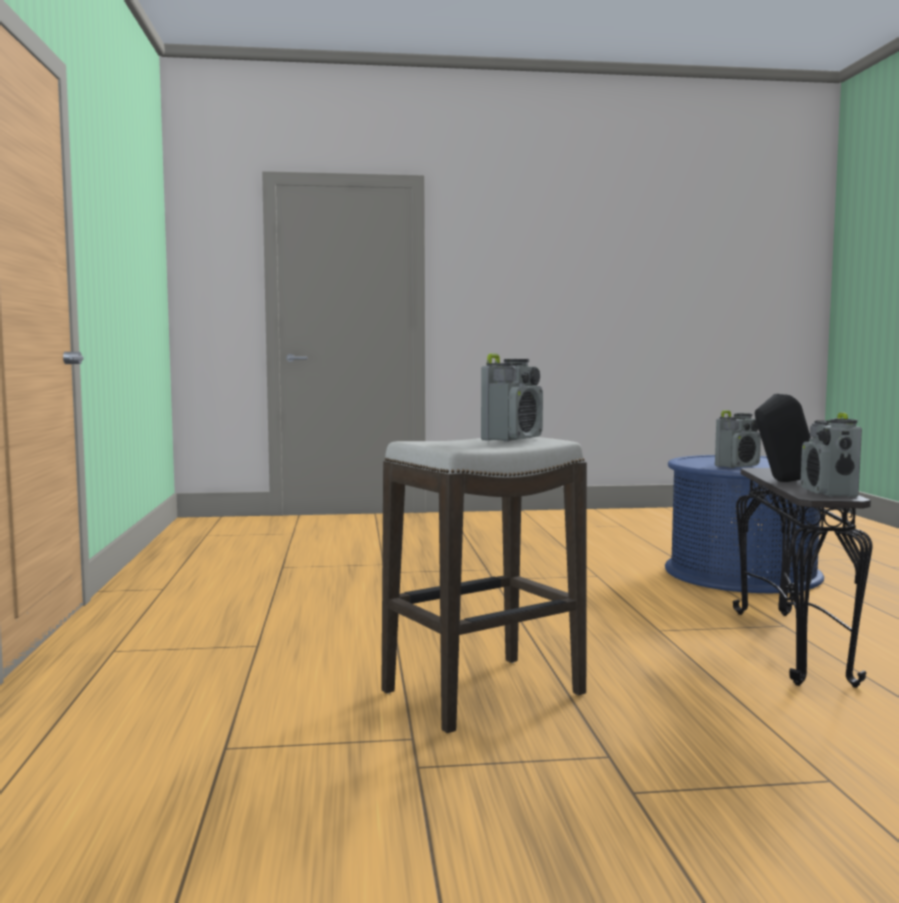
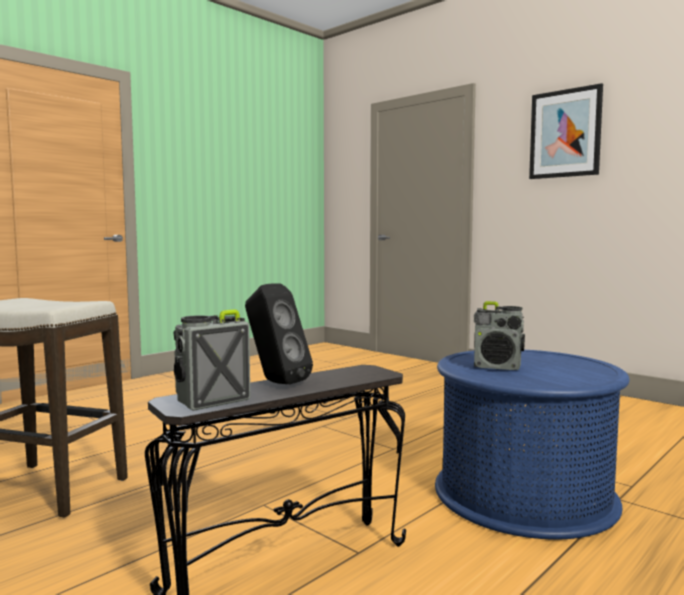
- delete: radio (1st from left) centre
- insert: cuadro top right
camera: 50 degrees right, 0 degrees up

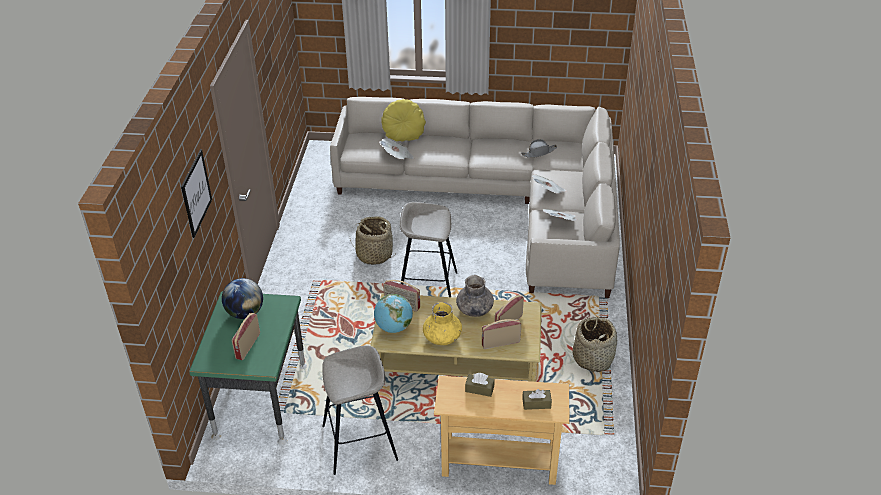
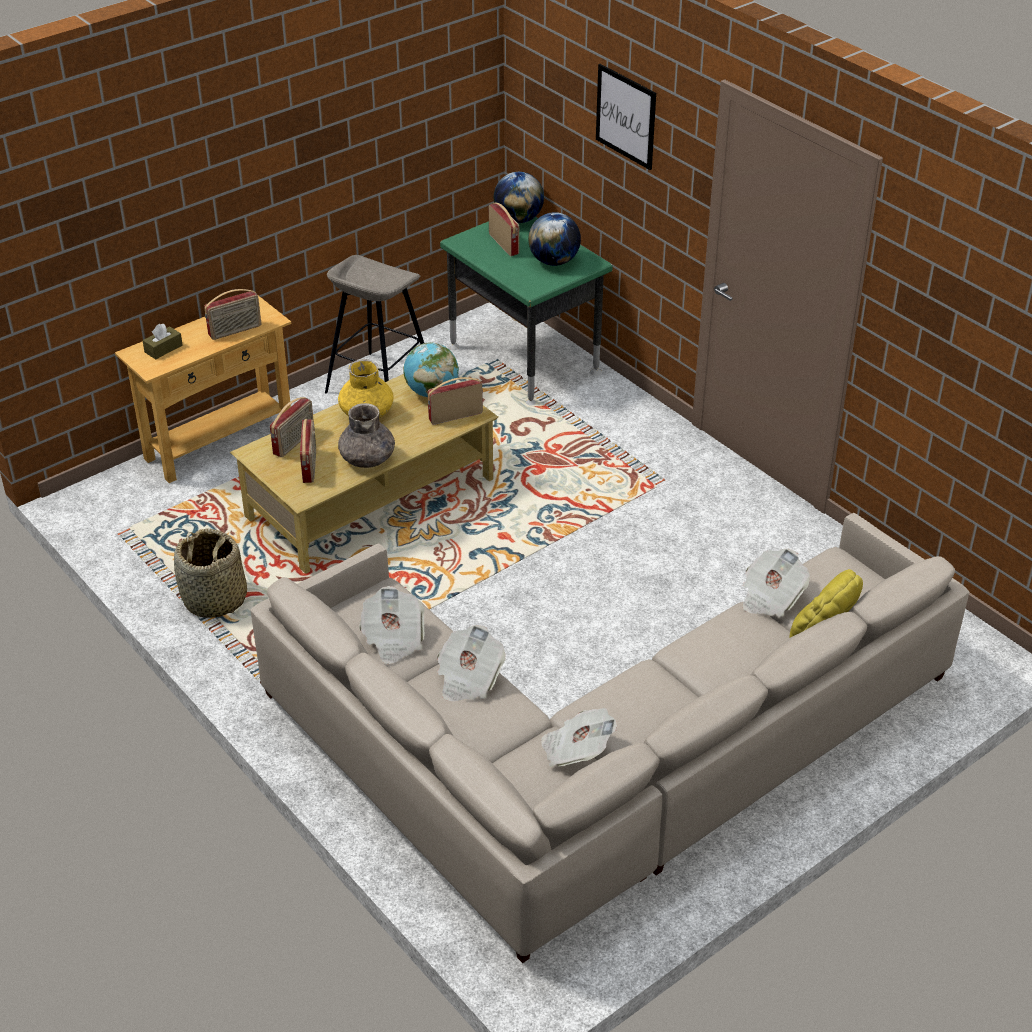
- delete: cesta (1st from left) centre
- delete: taburete (gris) (2nd from left) centre
- insert: globo terráqueo (2nd from left) top centre
- replace: caja de pañuelos (marrón) (1st from left) bottom centre to radio (1st from left) top left
- replace: sombrero (gris) top centre to periódico (3rd from left) bottom centre
camera: 135 degrees right, 0 degrees up

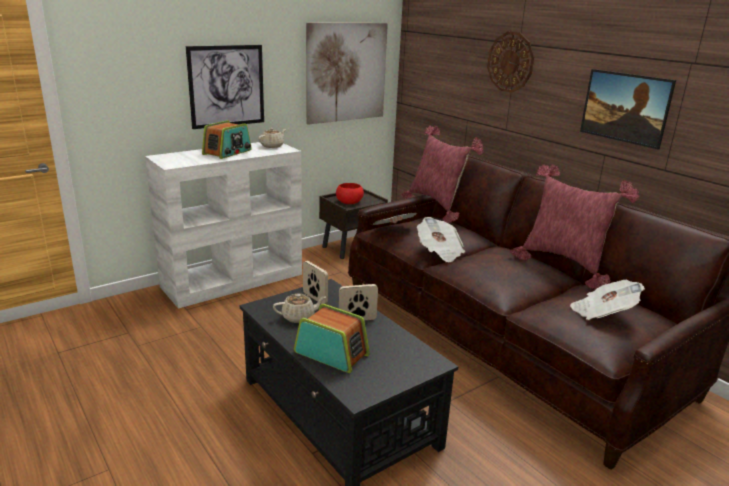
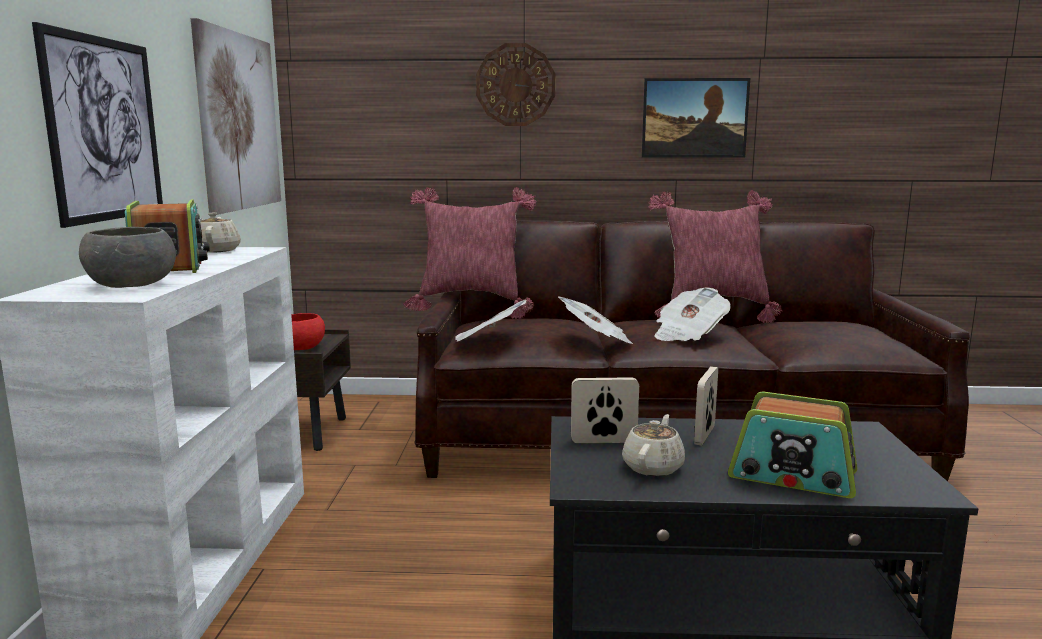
- insert: cuenco (gris) middle left
- move: periódico (3rd from left) middle right to centre
- rotate: radio (2nd from left) bottom centre = bottom right 135 degrees counterclockwise
camera: 50 degrees left, 10 degrees down

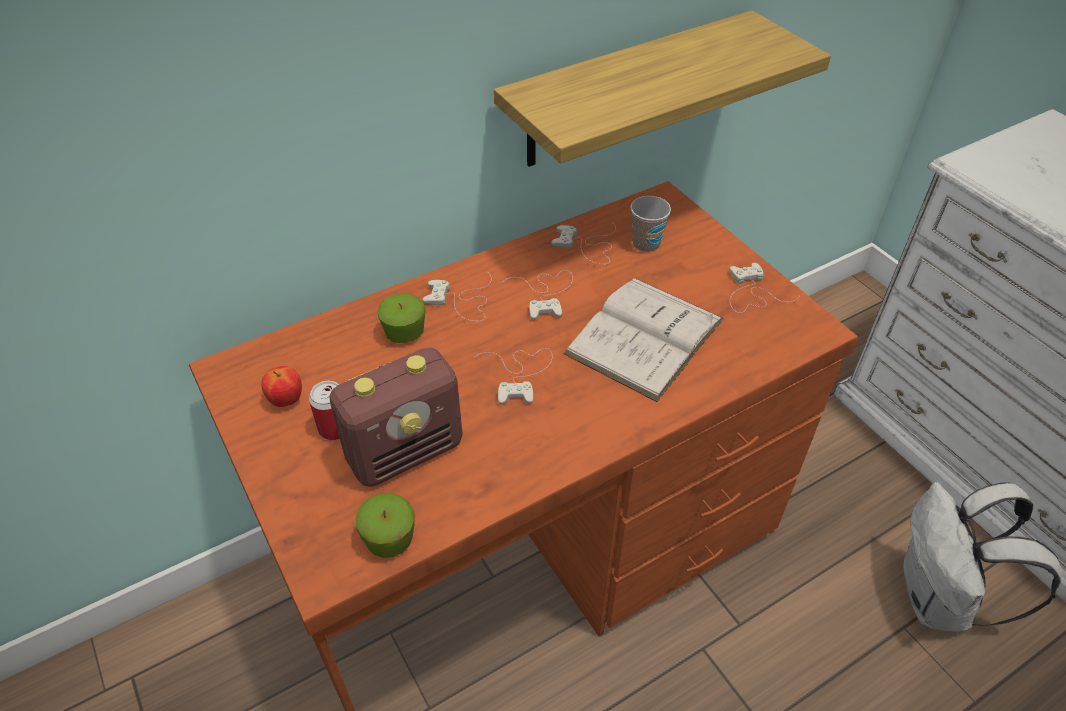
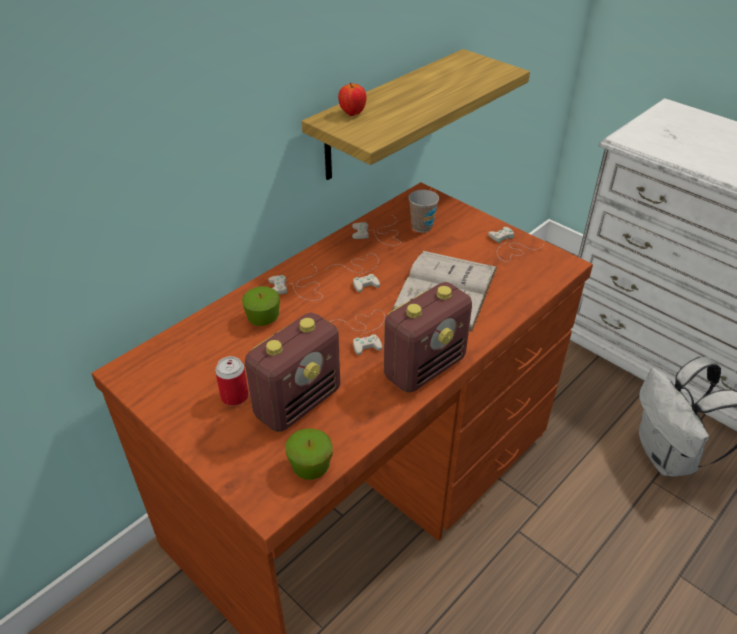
- insert: radio (2nd from left) centre
- move: manzana (1st from left in the first image) middle left to manzana (3rd from left) top centre
camera: 15 degrees left, 5 degrees down

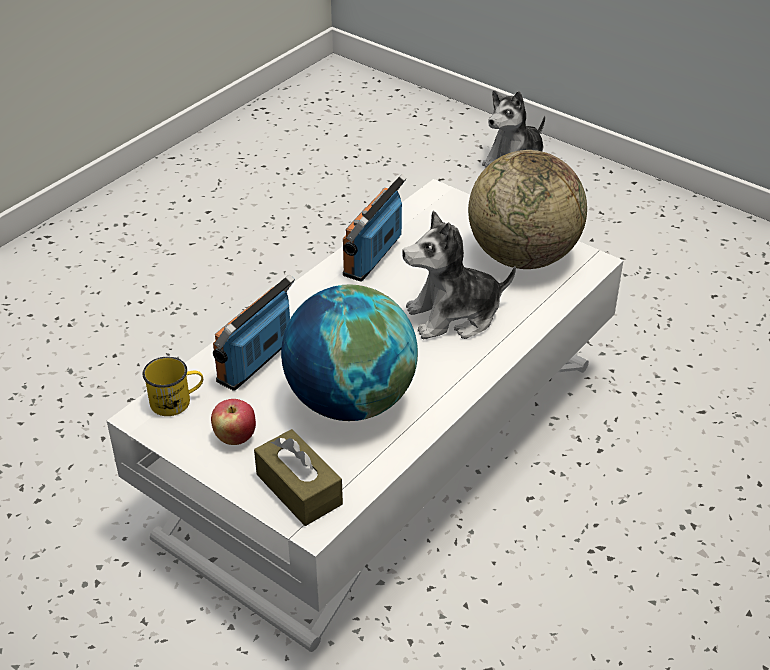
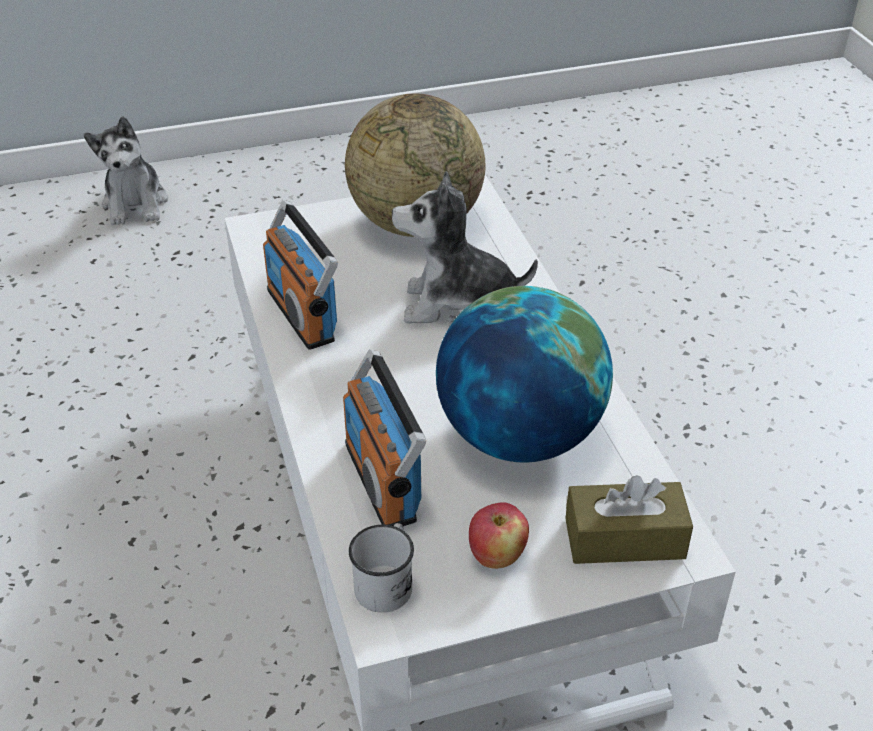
- recolor: taza grande (amarillo) middle left to taza grande (blanco) bottom centre
- rotate: peluche (1st from left in the first image) centre = centre 75 degrees clockwise
camera: 55 degrees left, 0 degrees up

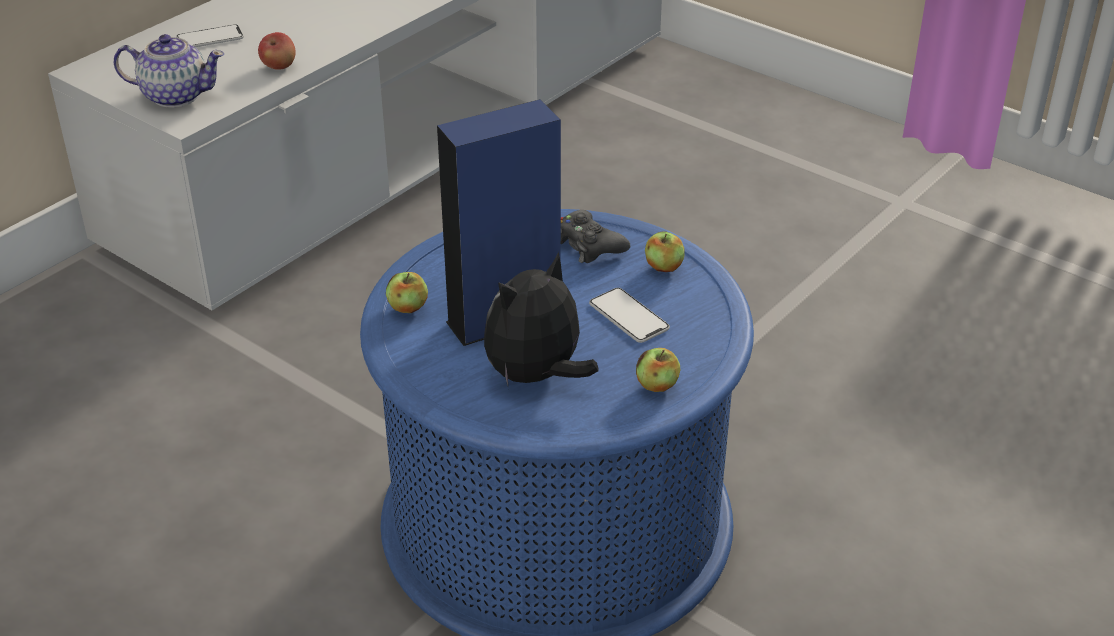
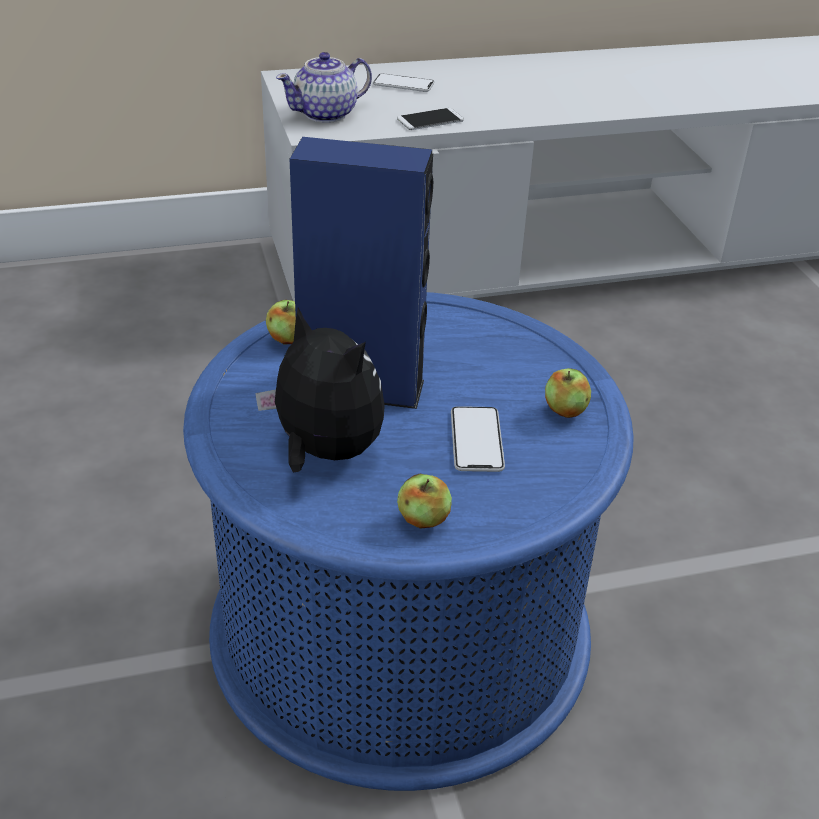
- delete: mando de consola (negro) centre
- replace: manzana (1st from left) top left to móvil (2nd from left) top centre
- rotate: tetera top left = top centre 105 degrees clockwise
- rotate: peluche centre = centre 45 degrees clockwise
camera: 35 degrees right, 0 degrees up

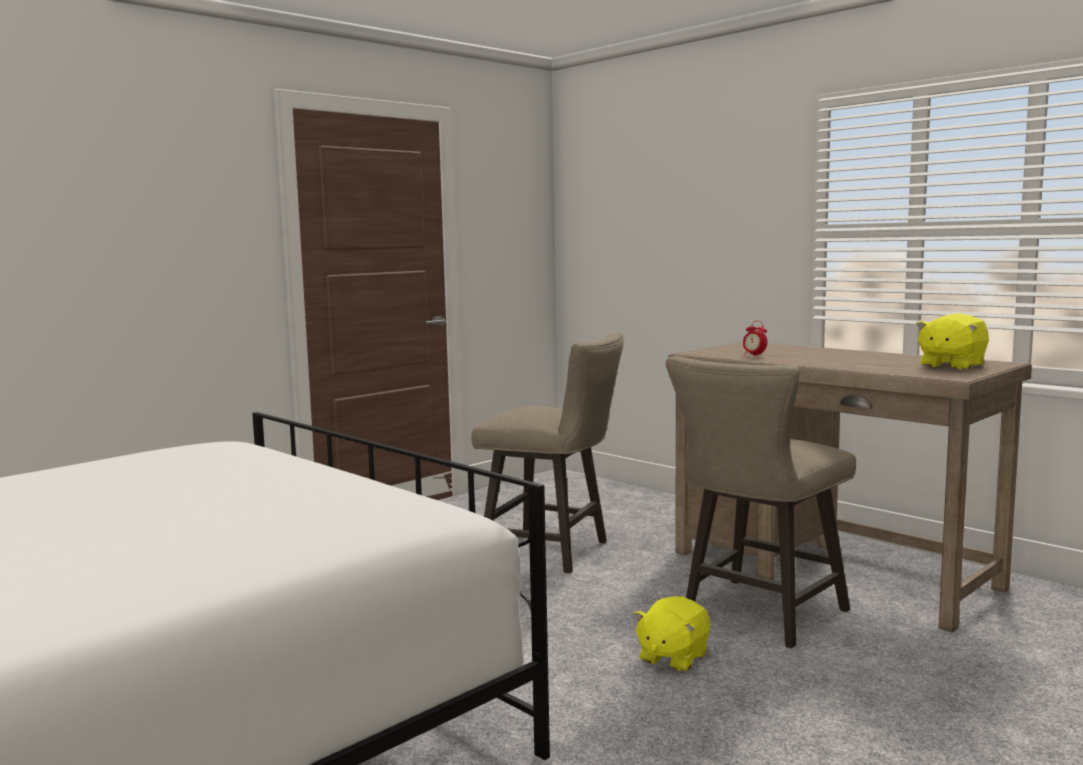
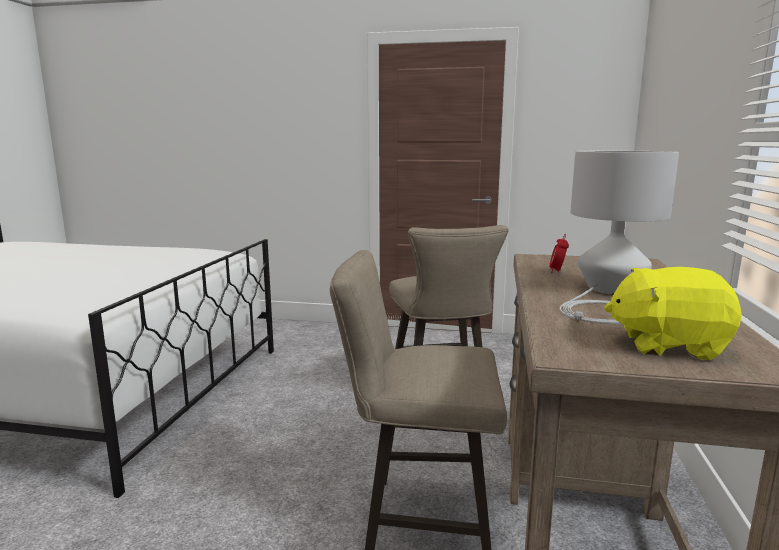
- delete: peluche (amarillo) (1st from left) bottom centre
- insert: lámpara de mesa (blanco) middle right
camera: 55 degrees right, 5 degrees up

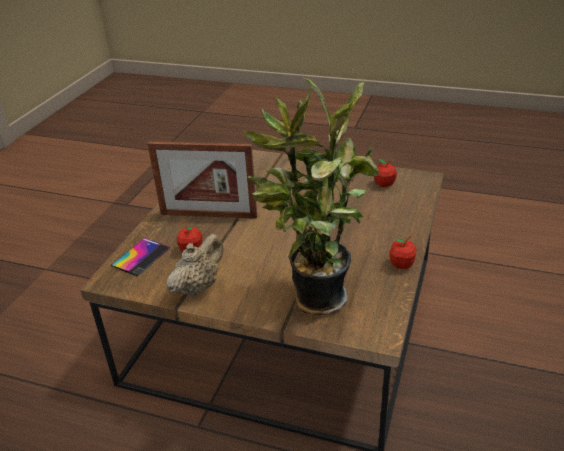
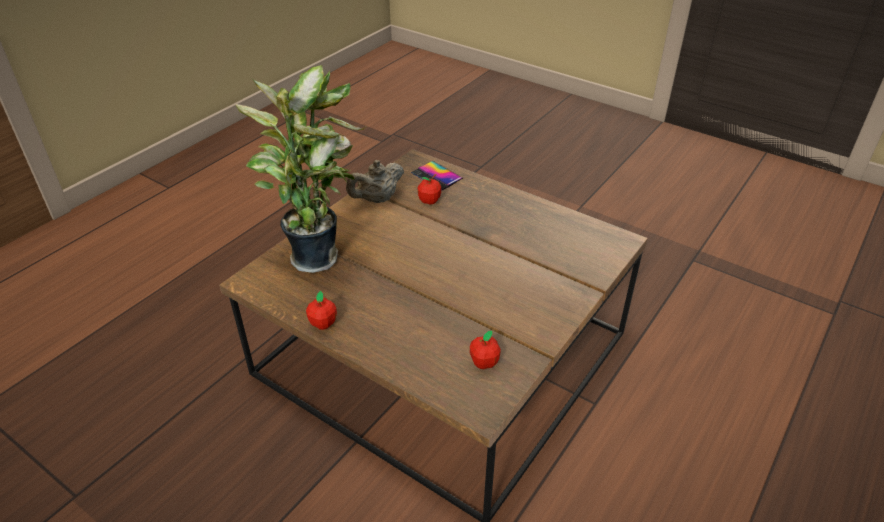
- delete: portarretratos centre
- rotate: tetera (beis) centre = centre 90 degrees clockwise
camera: 105 degrees right, 5 degrees up

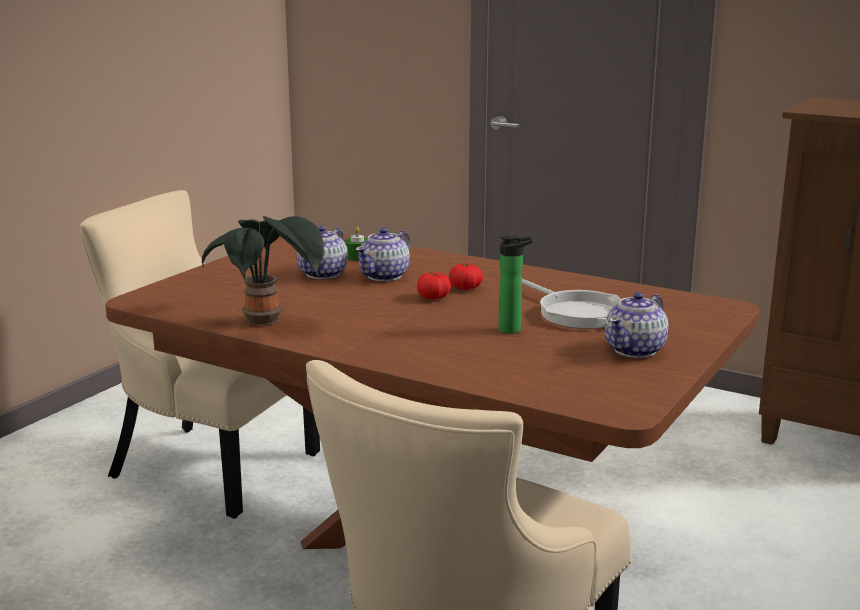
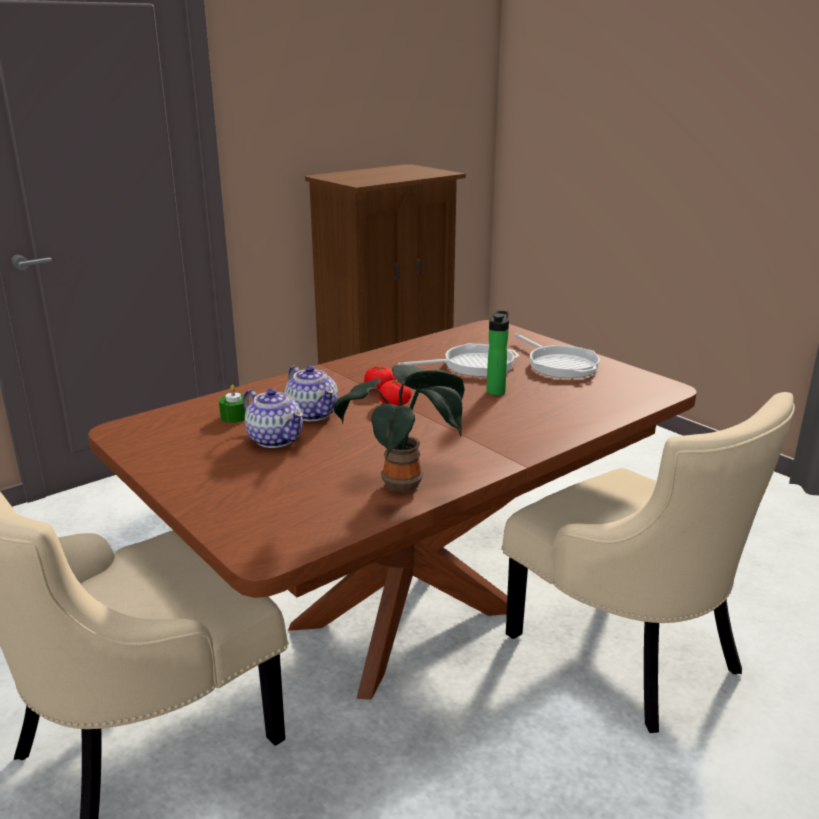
- replace: tetera (3rd from left) middle right to sartén (2nd from left) middle right
camera: 70 degrees left, 5 degrees up

